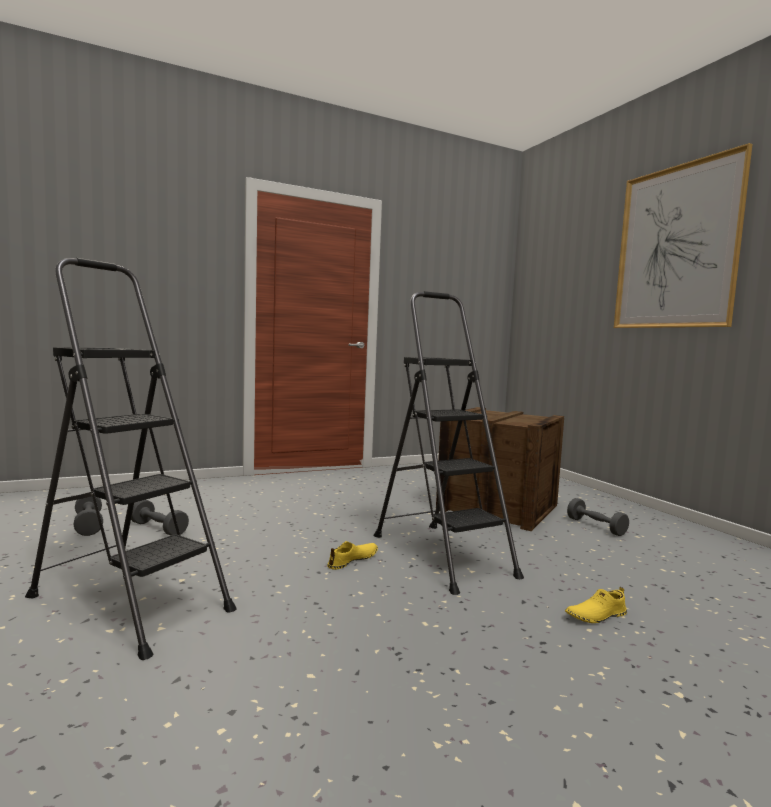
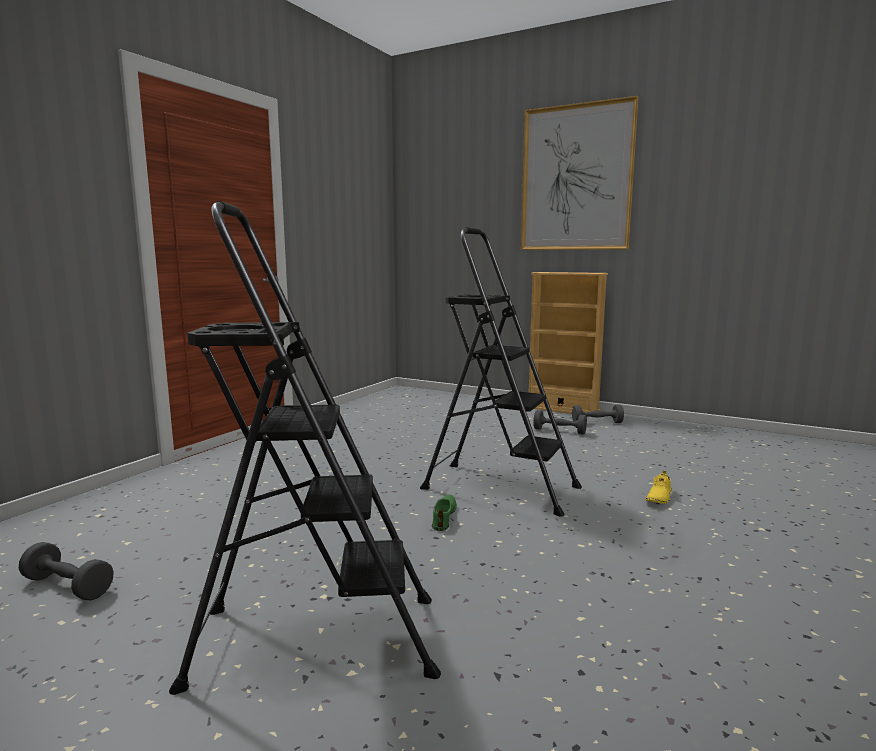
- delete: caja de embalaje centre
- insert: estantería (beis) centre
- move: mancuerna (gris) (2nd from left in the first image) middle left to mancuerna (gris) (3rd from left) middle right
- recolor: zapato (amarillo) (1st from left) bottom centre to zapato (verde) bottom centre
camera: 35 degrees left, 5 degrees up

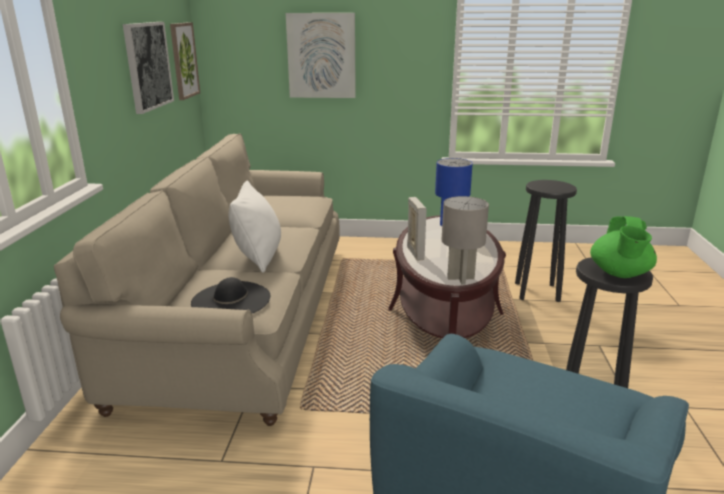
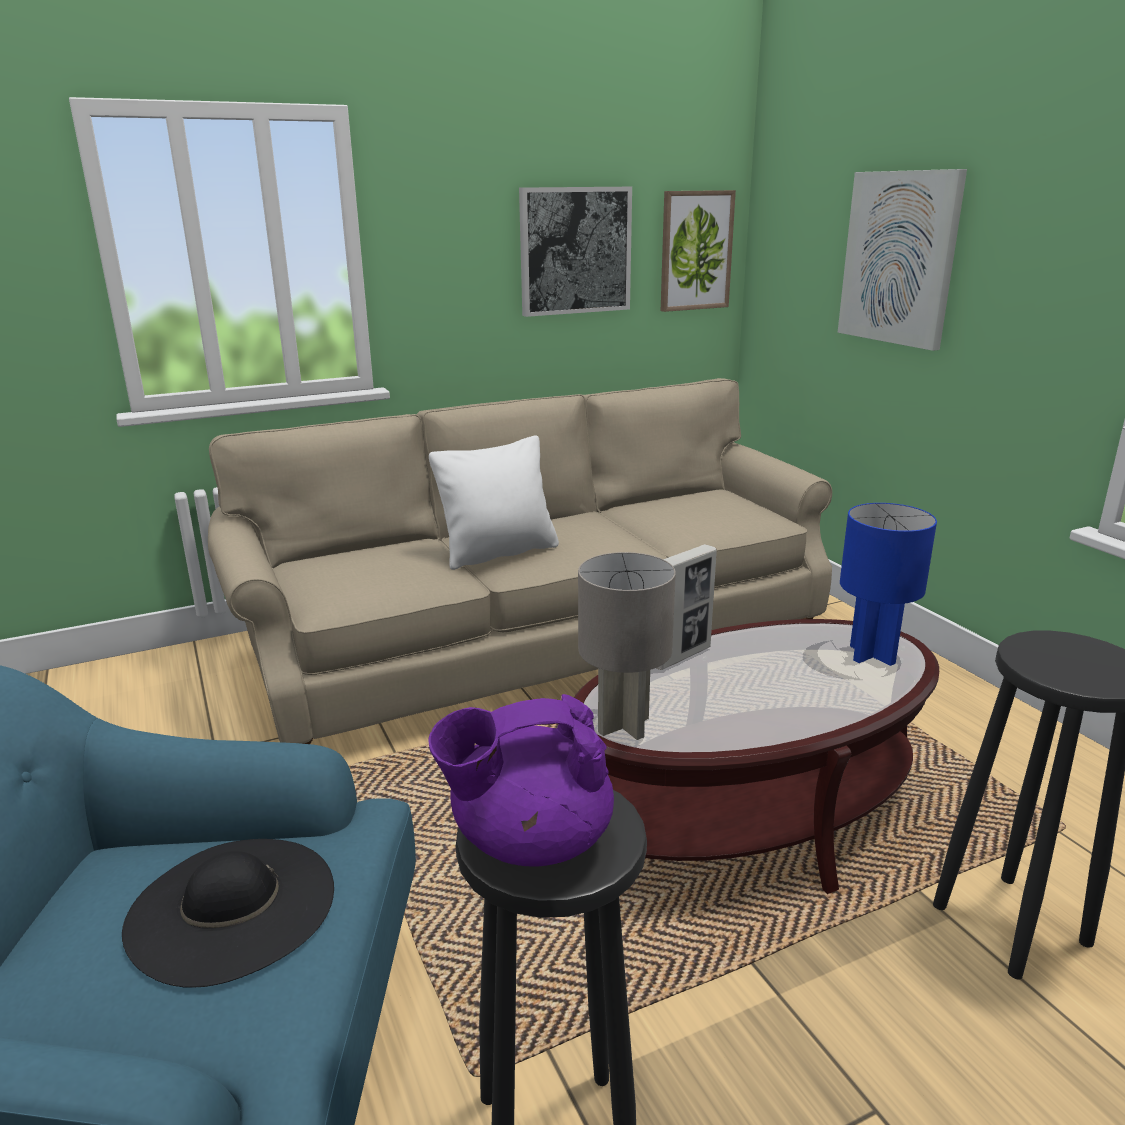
- move: sombrero (negro) middle left to bottom left
- recolor: tetera (verde) middle right to tetera (morado) bottom centre
camera: 60 degrees right, 0 degrees up

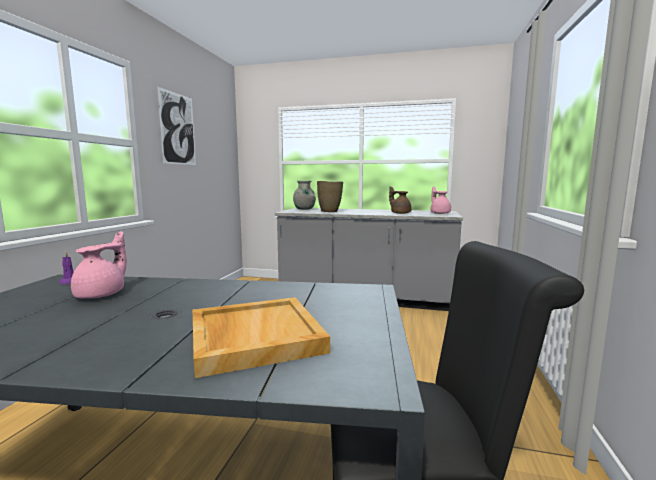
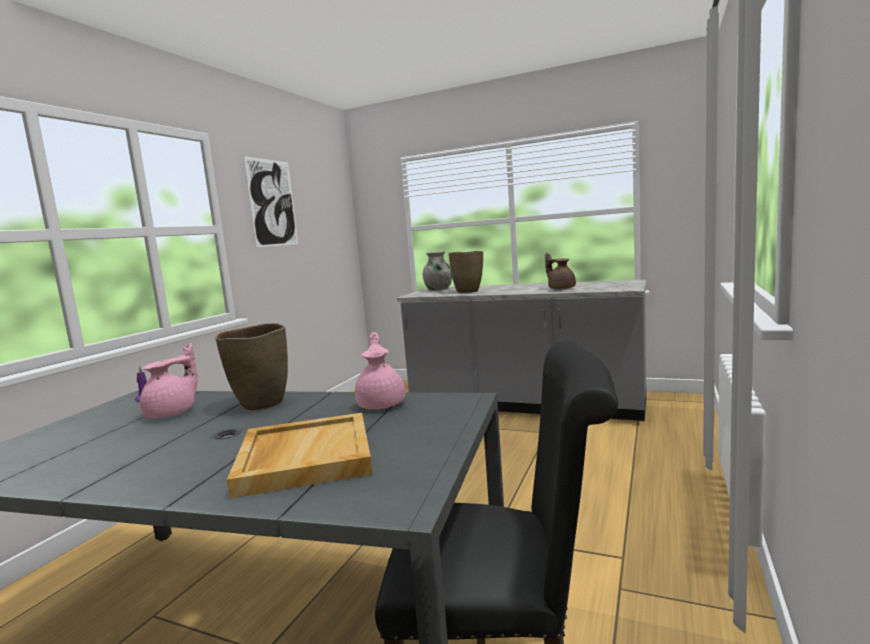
- insert: florero (marrón) (1st from left) middle left
- move: tetera (rosa) (2nd from left) middle right to centre
camera: 10 degrees right, 0 degrees up

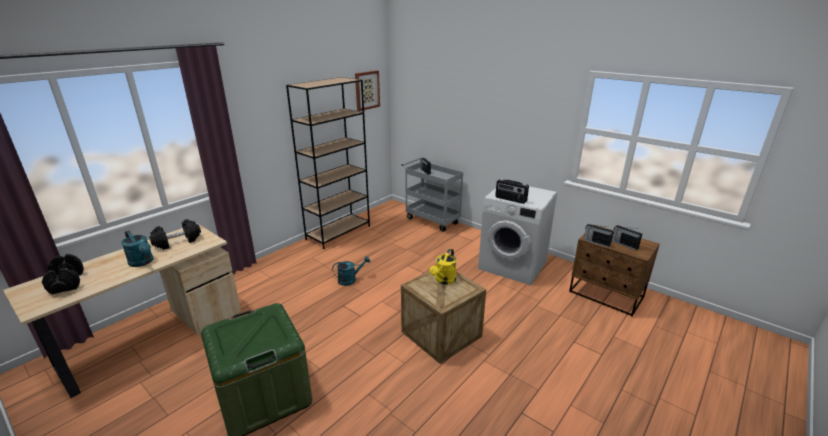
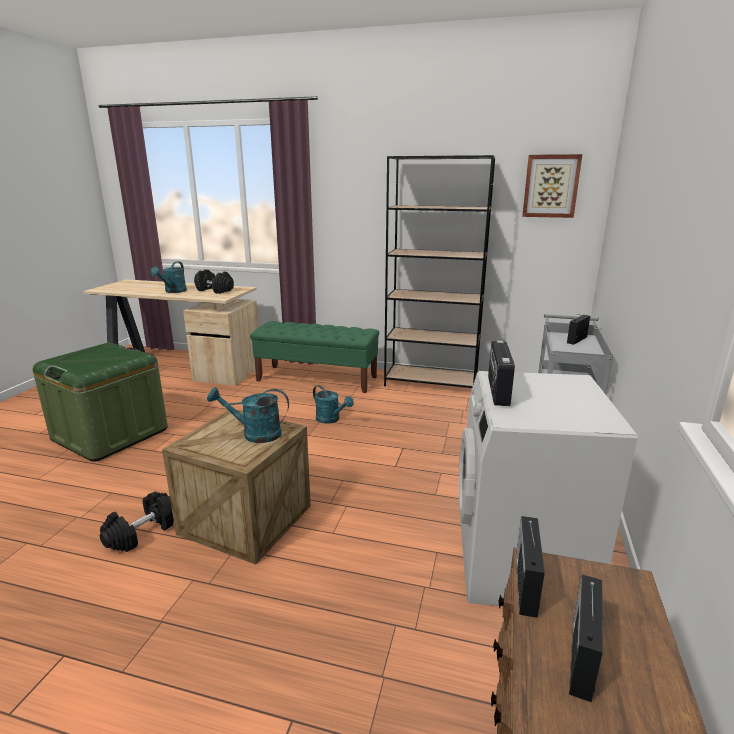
- insert: banco (verde) centre
- move: mancuerna (negro) (1st from left) middle left to bottom left
- recolor: regadera (amarillo) centre to regadera (turquesa) (2nd from left) centre
camera: 65 degrees right, 5 degrees down

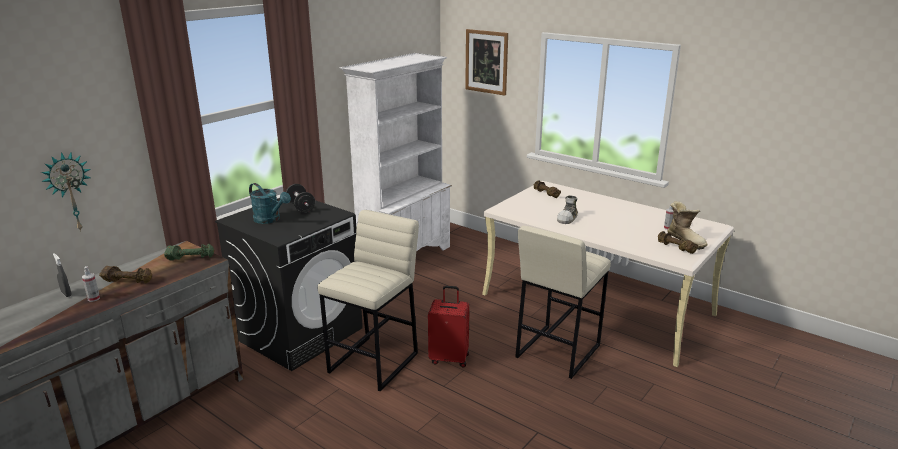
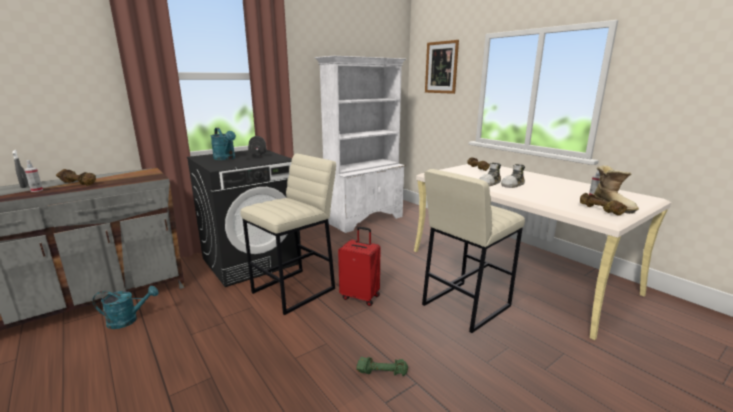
- delete: reloj de pared middle left
- insert: regadera (turquesa) (1st from left) bottom left
- insert: zapato (2nd from left) middle right
- move: mancuerna (verde) middle left to bottom centre
camera: 15 degrees right, 5 degrees down

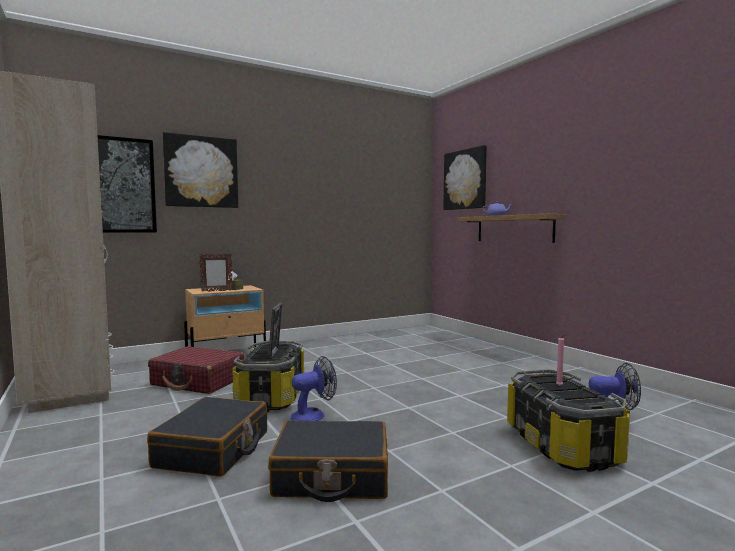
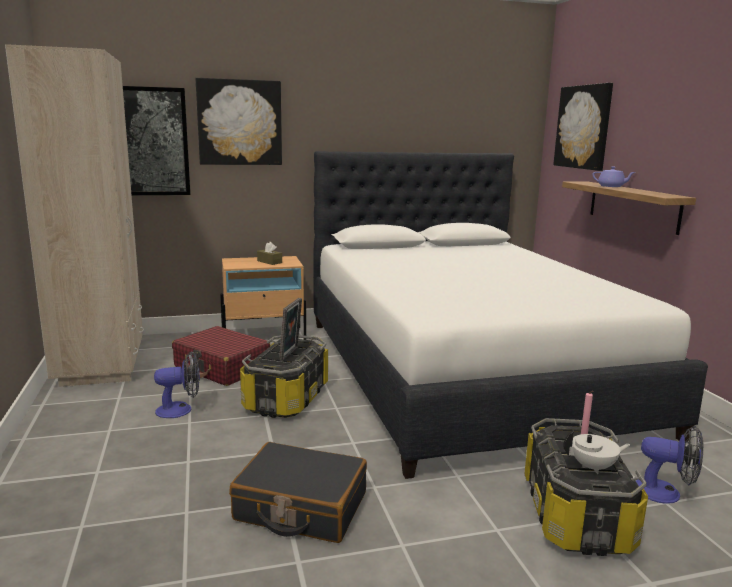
- delete: maleta (negro) (1st from left) bottom left
- delete: portarretratos (1st from left) middle left
- insert: cama (blanco) middle right
- insert: tetera (blanco) bottom right
- move: ventilador (1st from left) bottom centre to middle left
camera: 15 degrees right, 10 degrees up

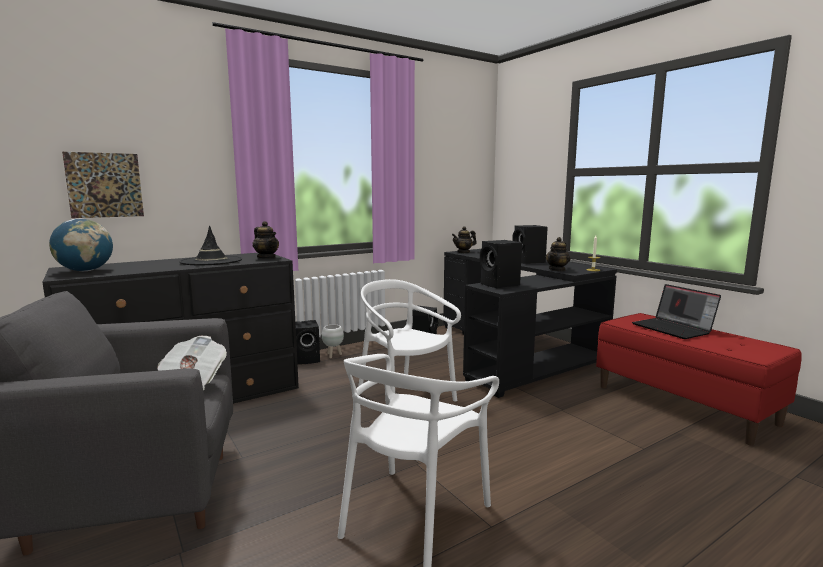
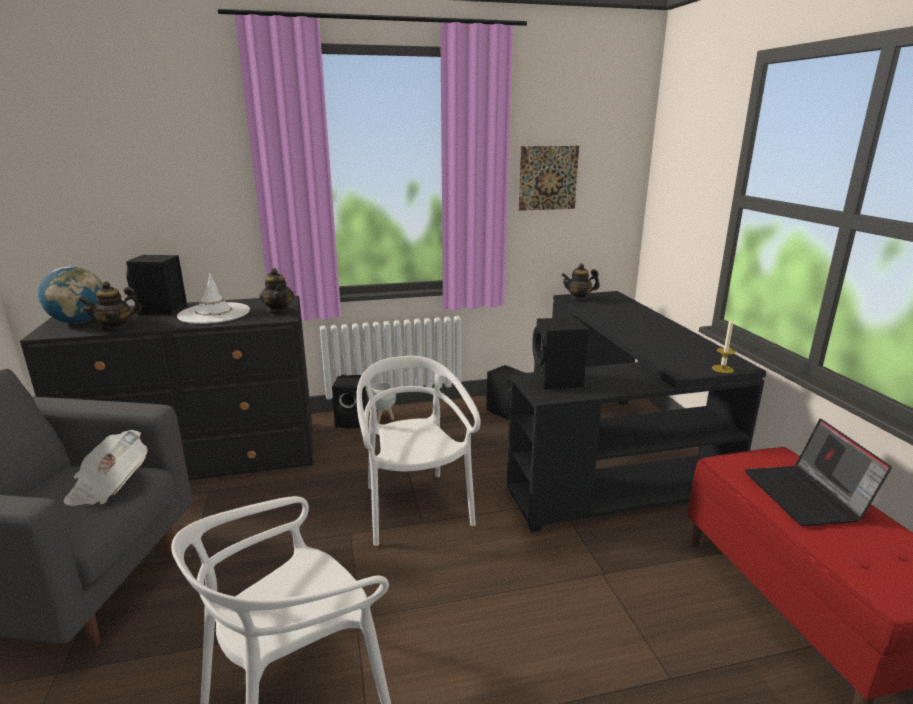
- move: cuadro top left to top centre
- move: altavoz (negro) (4th from left in the first image) centre to altavoz (negro) (1st from left) middle left
- move: tetera (3rd from left in the first image) middle right to tetera (1st from left) middle left
- recolor: sombrero (negro) middle left to sombrero (blanco) middle left
camera: 20 degrees right, 10 degrees up

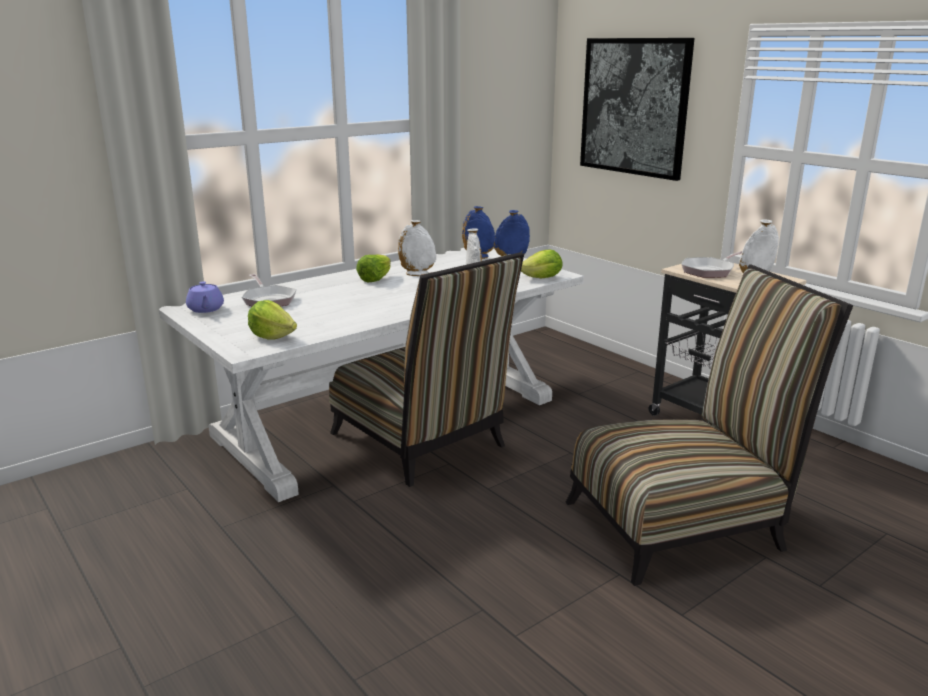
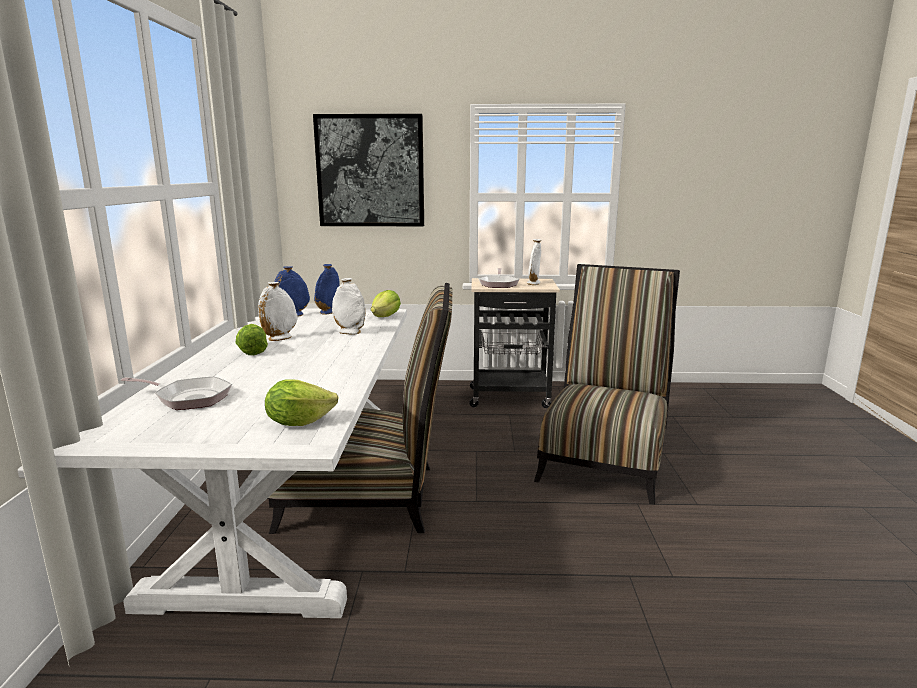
- delete: tetera (morado) middle left
camera: 50 degrees left, 5 degrees down

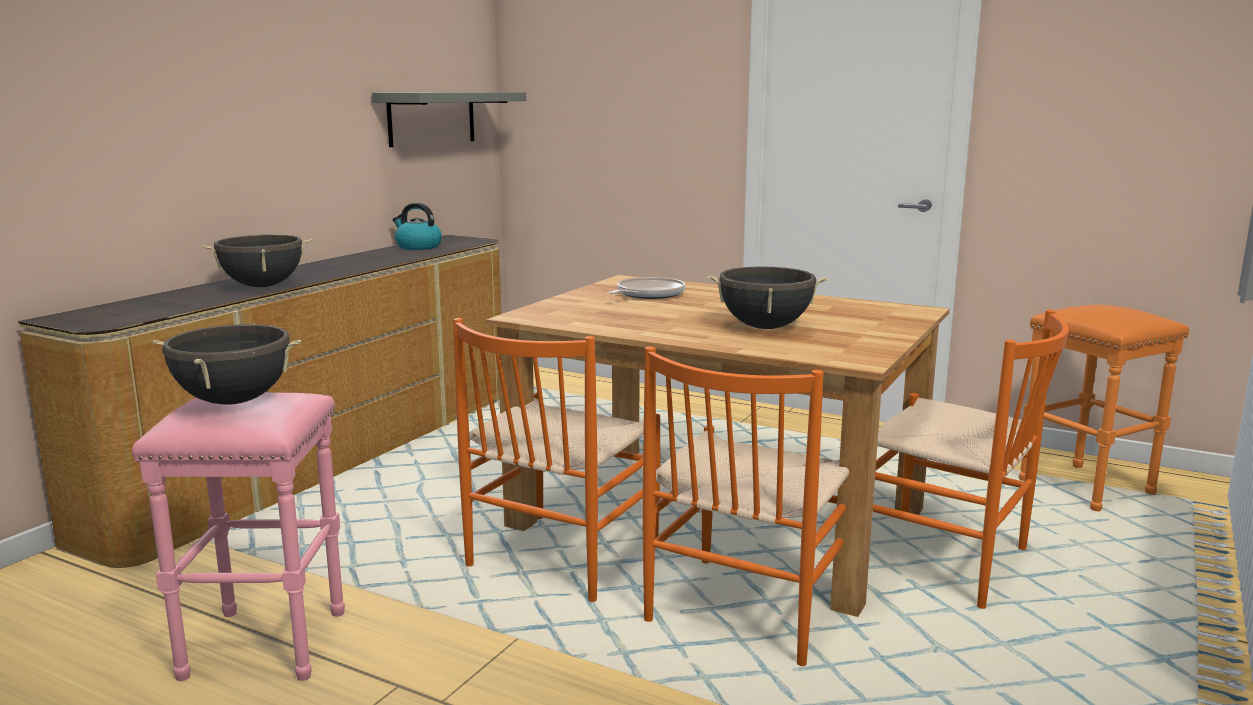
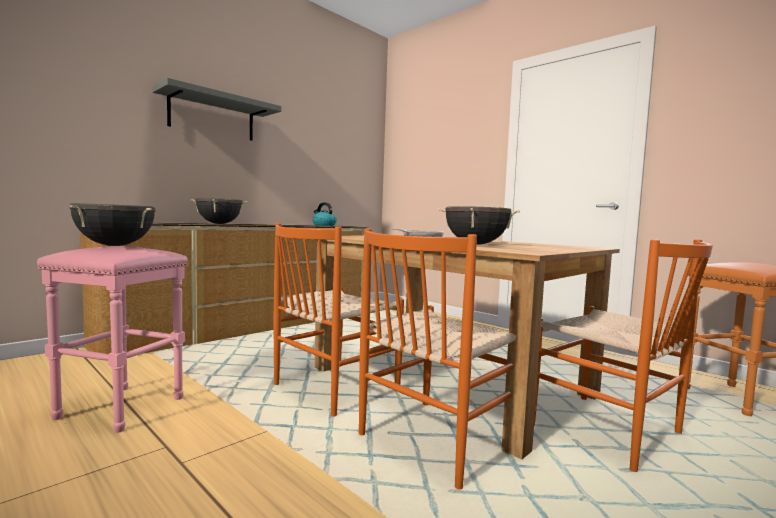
- move: estante (gris) top centre to top left
camera: 15 degrees right, 10 degrees down

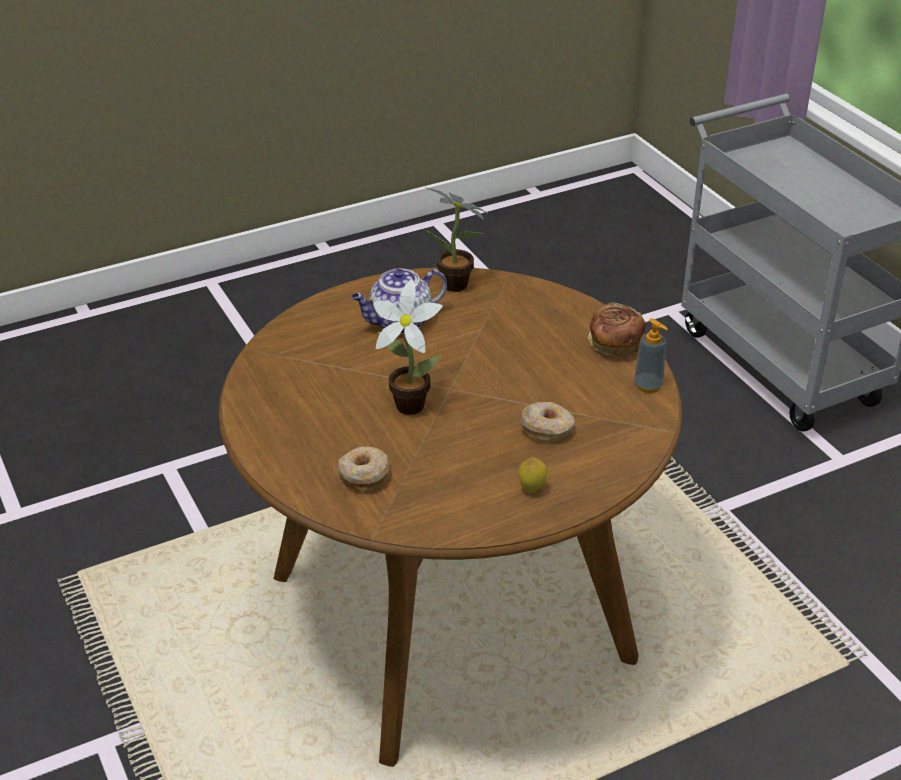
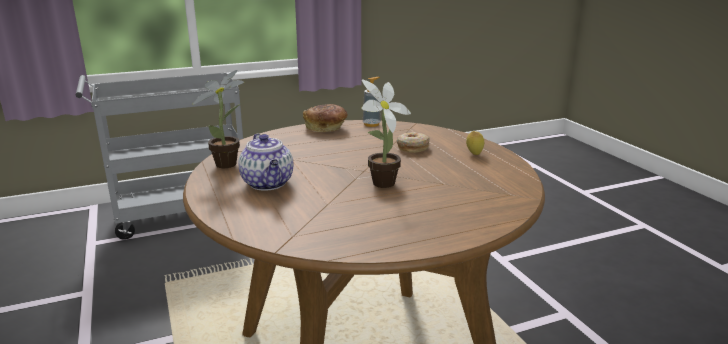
- delete: rosquilla (1st from left) centre
camera: 85 degrees left, 15 degrees down

